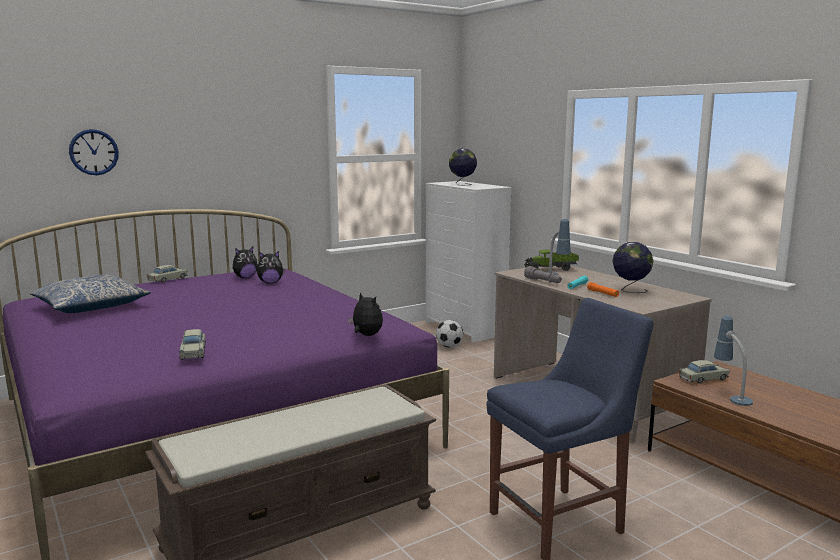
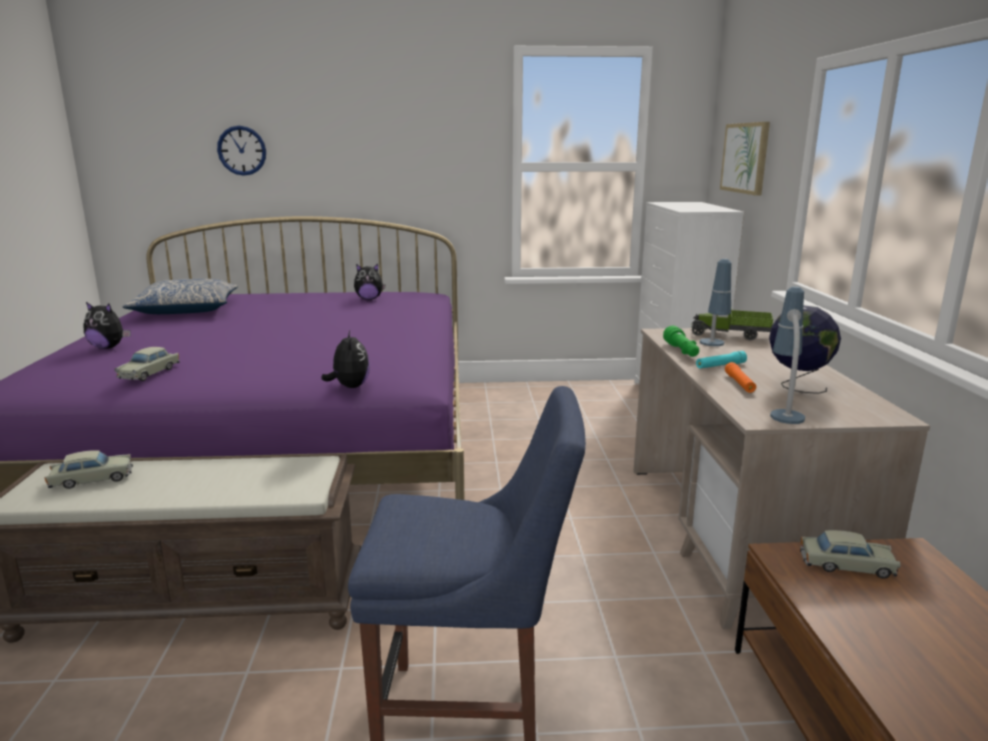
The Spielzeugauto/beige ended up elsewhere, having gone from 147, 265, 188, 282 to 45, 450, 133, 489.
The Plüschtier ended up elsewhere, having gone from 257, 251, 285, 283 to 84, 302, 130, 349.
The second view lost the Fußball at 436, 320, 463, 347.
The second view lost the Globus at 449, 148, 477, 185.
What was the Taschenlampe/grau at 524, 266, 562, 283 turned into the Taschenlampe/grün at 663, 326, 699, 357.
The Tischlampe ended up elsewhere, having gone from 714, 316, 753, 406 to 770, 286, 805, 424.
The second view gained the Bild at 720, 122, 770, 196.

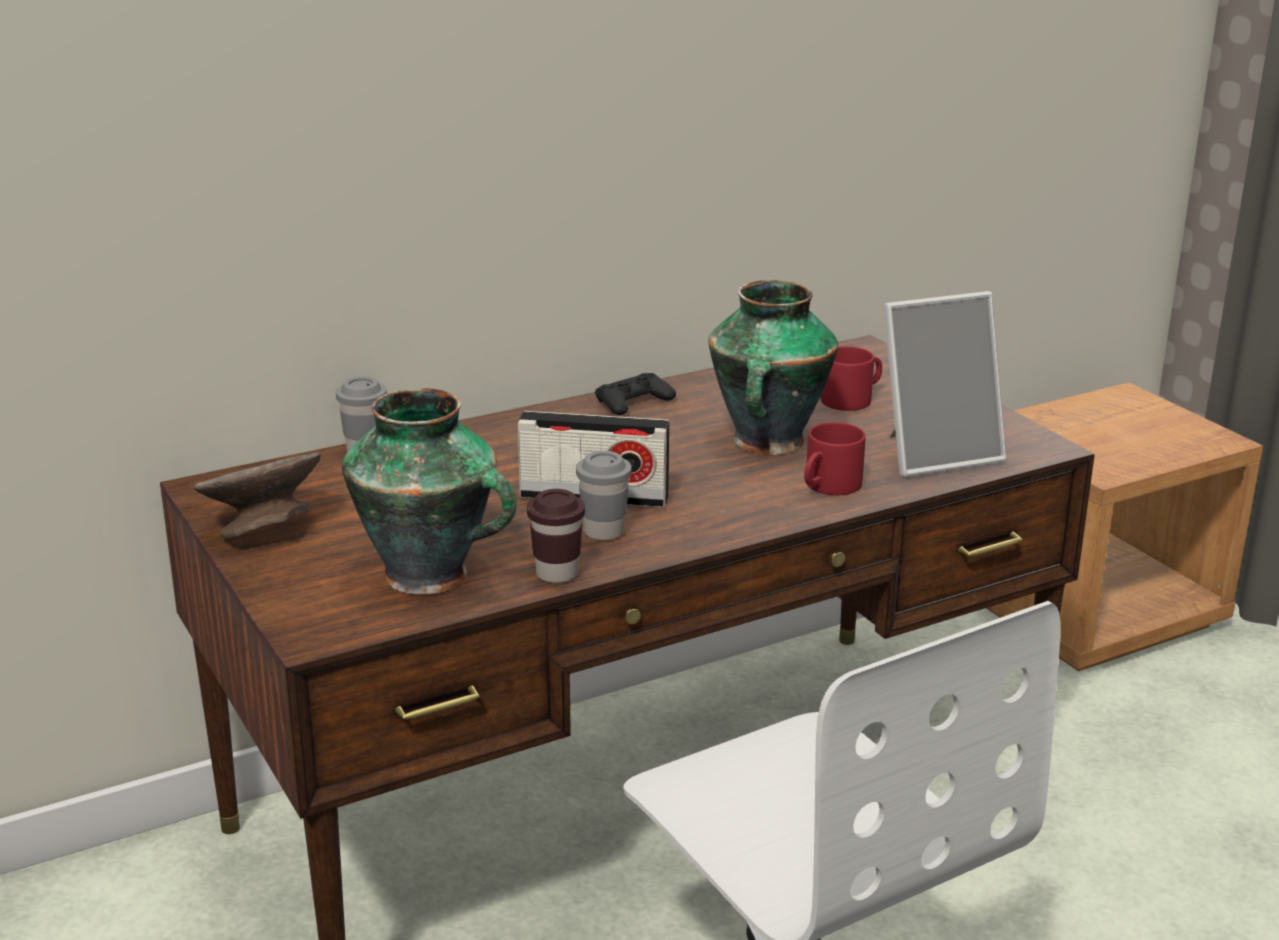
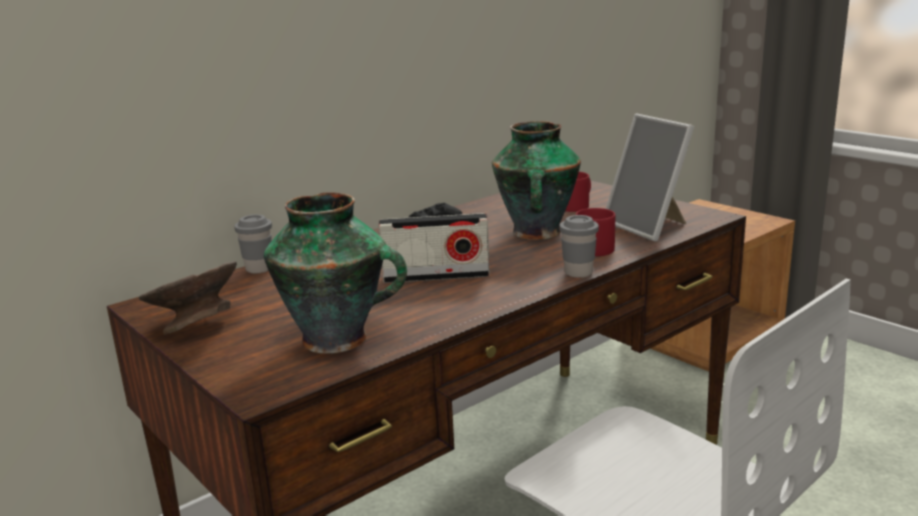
The second view lost the Tasse/braun at 527, 489, 585, 583.
The Tasse/grau ended up elsewhere, having gone from 576, 451, 631, 541 to 559, 215, 599, 278.
The Bilderrahmen at 884, 291, 1007, 477 ended up facing another way, 90 degrees clockwise from before.

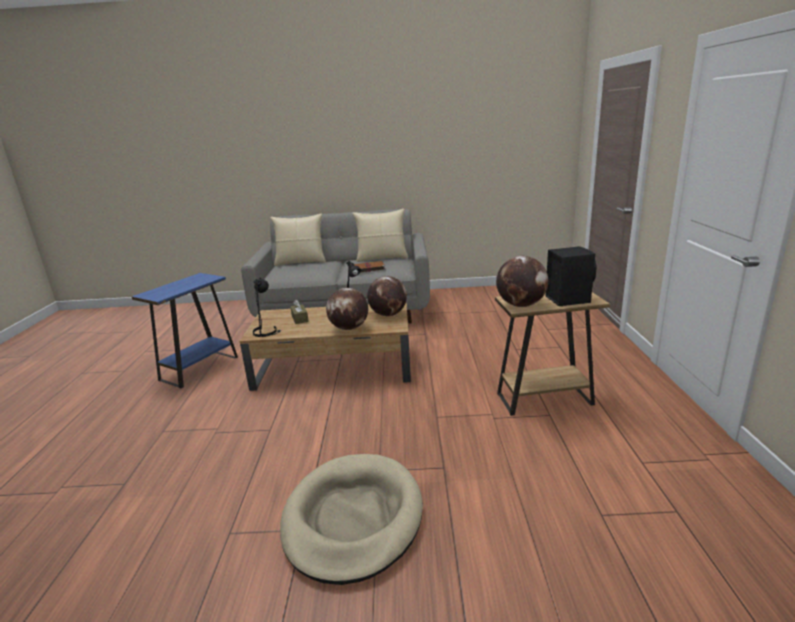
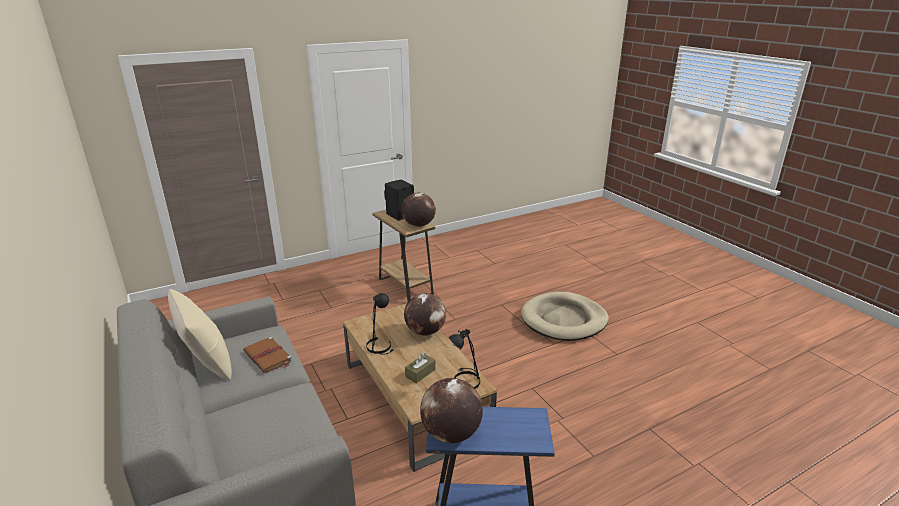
The second view lost the Kissen/beige at 270, 213, 326, 266.
The Globus ended up elsewhere, having gone from 367, 276, 407, 316 to 420, 378, 483, 443.

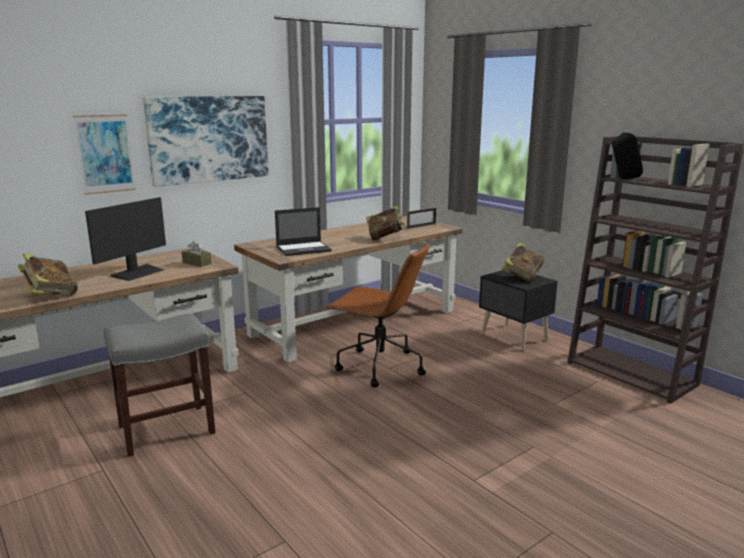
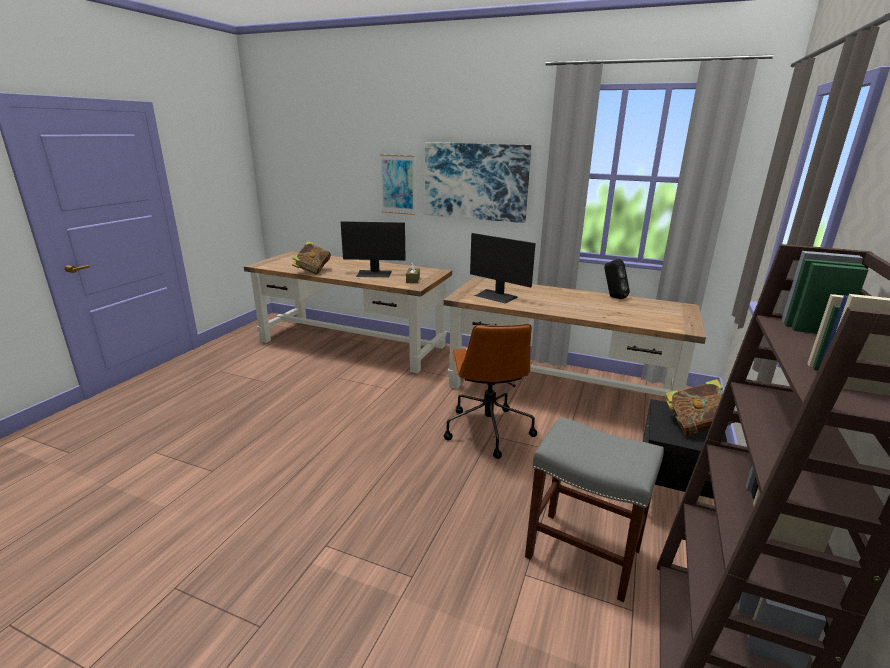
The Hocker/grau ended up elsewhere, having gone from 104, 313, 215, 457 to 525, 417, 664, 602.
Where the Laptop stood at 275, 207, 332, 256, the Monitor came to stand at 470, 233, 536, 304.
The second view lost the Buch at 366, 206, 405, 241.
The second view lost the Bilderrahmen at 407, 207, 436, 229.
The Lautsprecher/schwarz ended up elsewhere, having gone from 612, 132, 643, 179 to 604, 259, 630, 299.

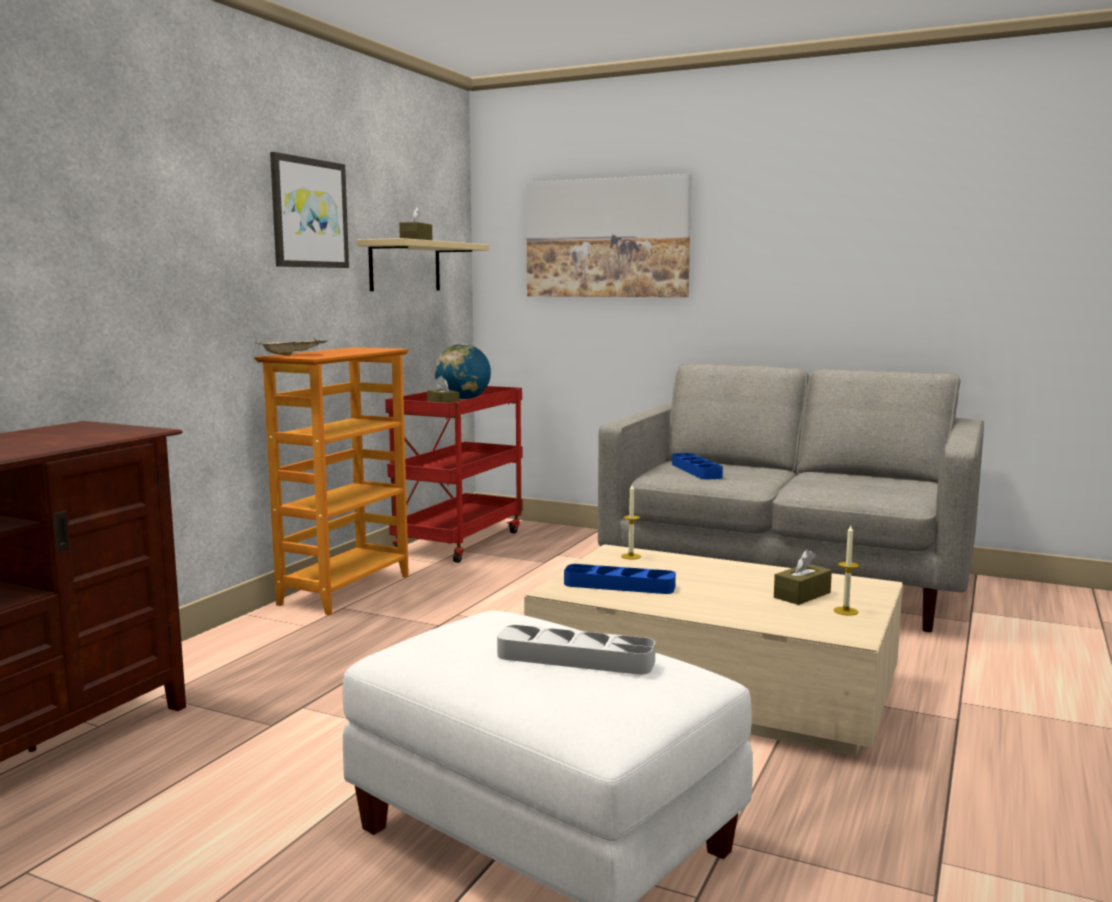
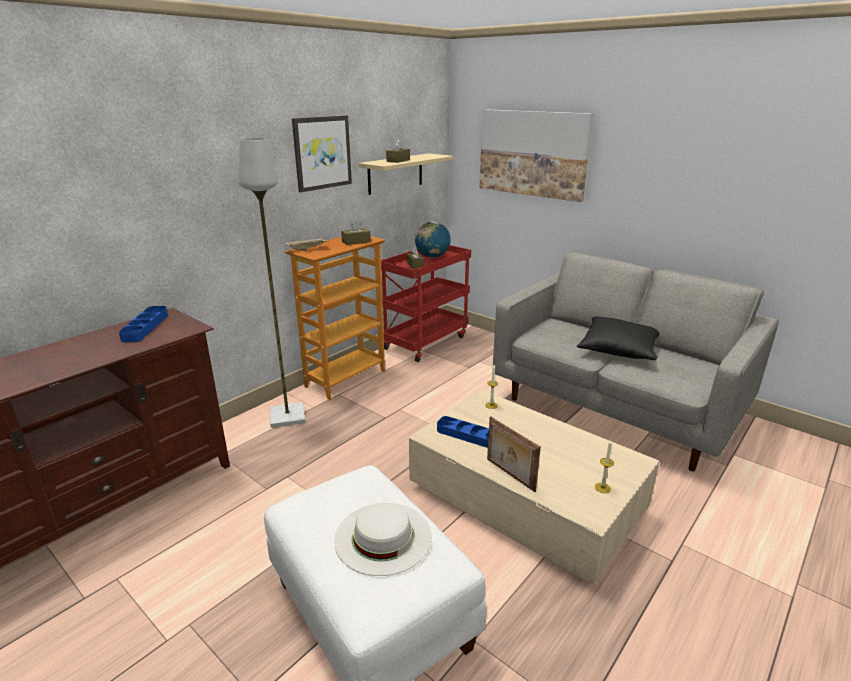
Where the Tablett/grau stood at 497, 625, 656, 675, the Hut/weiß came to stand at 334, 503, 432, 576.
The Tablett/blau ended up elsewhere, having gone from 672, 453, 723, 480 to 119, 306, 168, 342.
The Taschentuchbox/braun ended up elsewhere, having gone from 774, 549, 832, 605 to 341, 220, 371, 245.
The second view gained the Stehlampe/grau at 238, 138, 306, 428.
The second view gained the Bilderrahmen at 487, 416, 541, 492.
The second view gained the Kissen/schwarz at 577, 316, 659, 360.

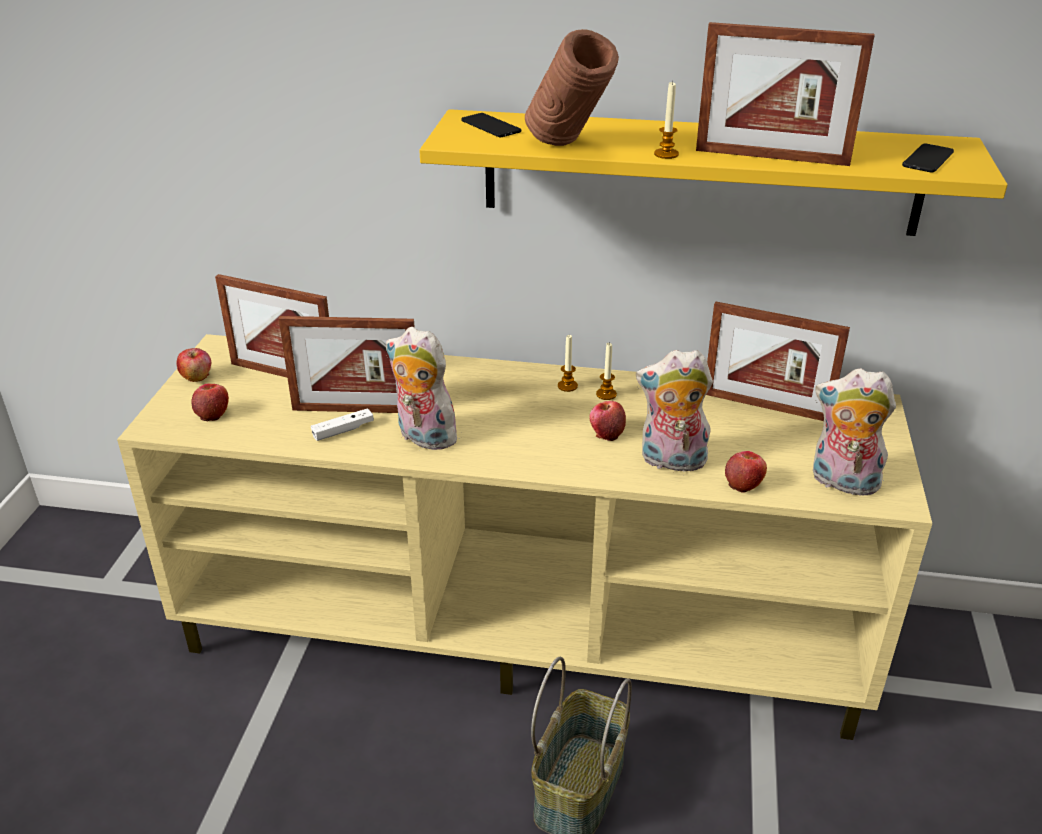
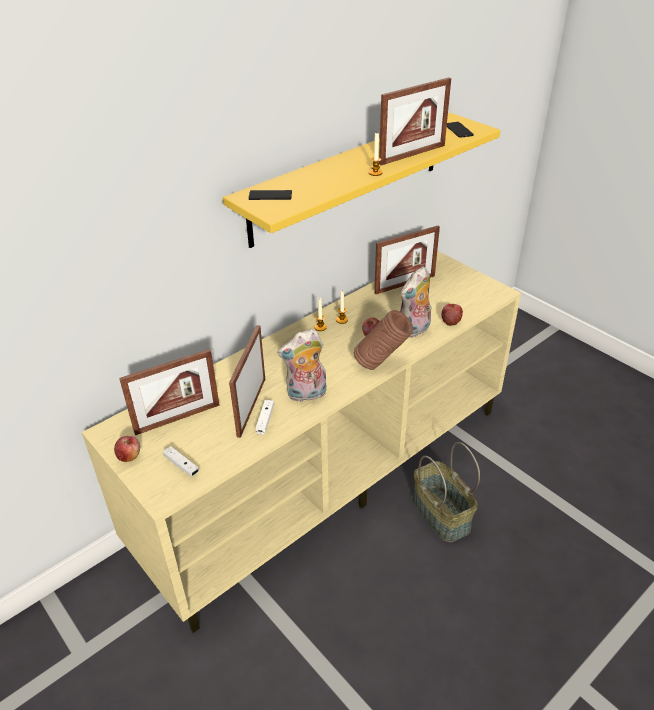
Where the Apfel stood at 191, 384, 229, 421, the Gamepad/weiß came to stand at 163, 446, 199, 477.
The Bilderrahmen at 279, 316, 415, 413 ended up facing another way, 150 degrees clockwise from before.
The Vase/braun ended up elsewhere, having gone from 525, 29, 619, 146 to 354, 310, 413, 370.
The second view lost the Plüschtier at 813, 368, 896, 496.

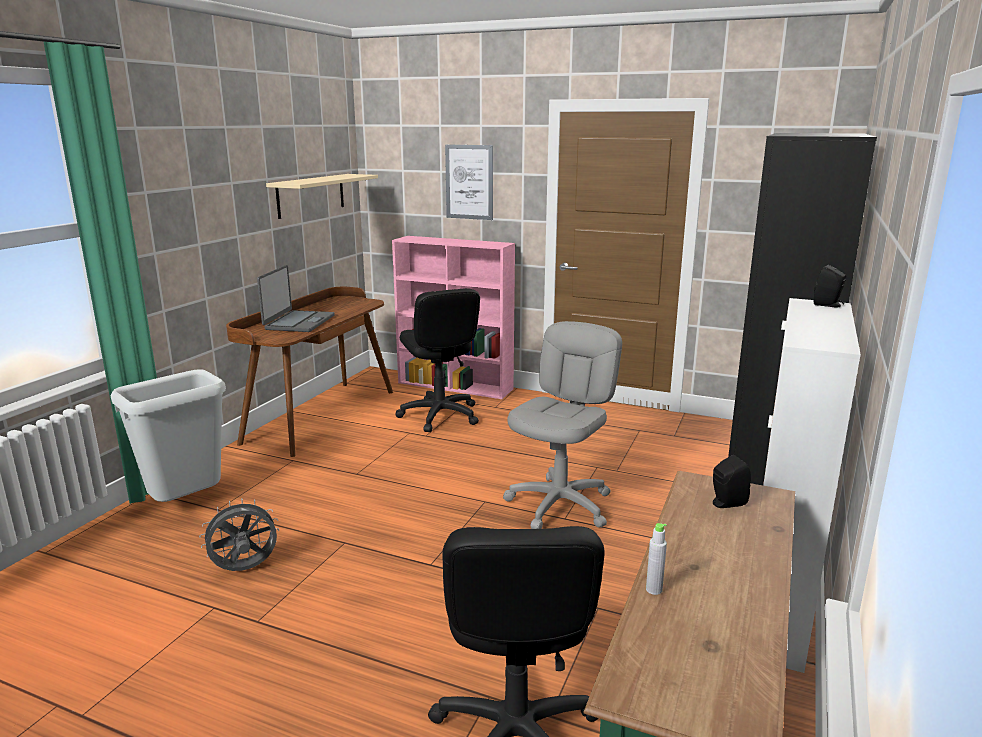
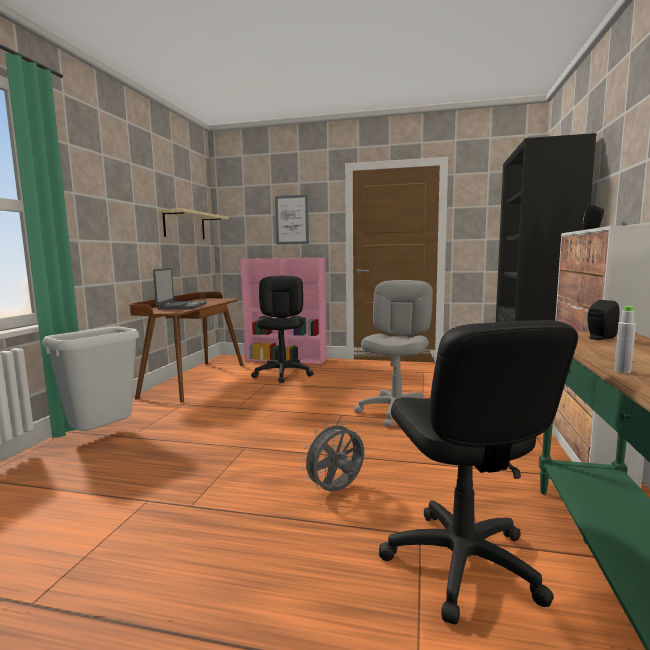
The Ventilator/grau ended up elsewhere, having gone from 199, 498, 279, 571 to 301, 421, 364, 492.
The Bürostuhl/schwarz at 395, 288, 480, 432 ended up facing another way, 150 degrees counterclockwise from before.

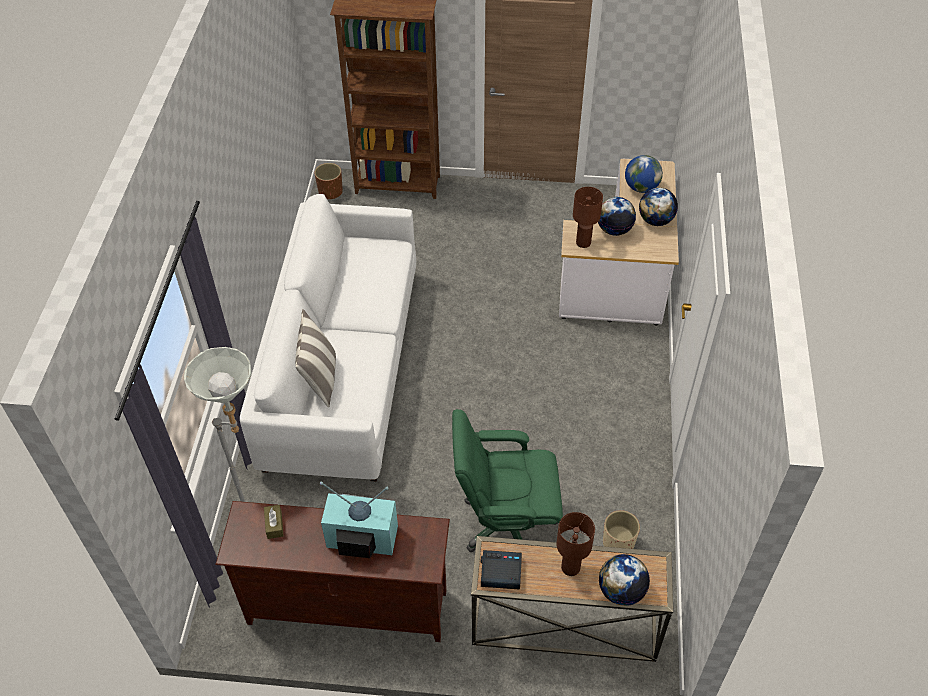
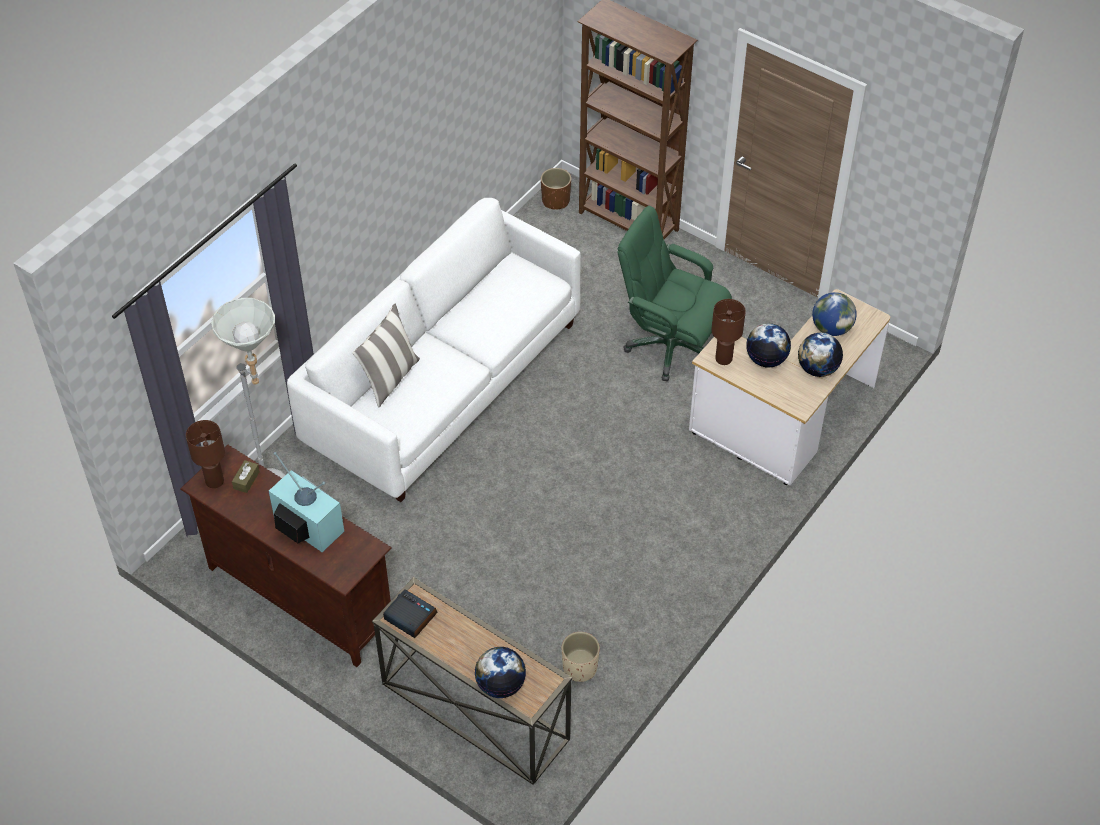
The Bürostuhl/grün ended up elsewhere, having gone from 452, 409, 563, 552 to 617, 206, 732, 381.
The Tischlampe/braun ended up elsewhere, having gone from 556, 512, 595, 576 to 186, 420, 225, 488.

